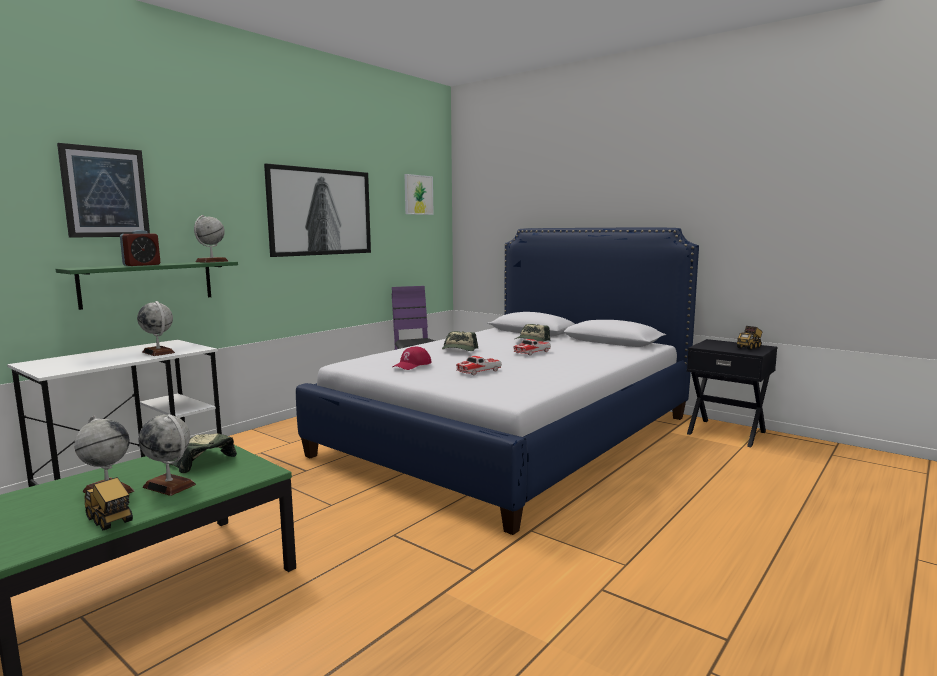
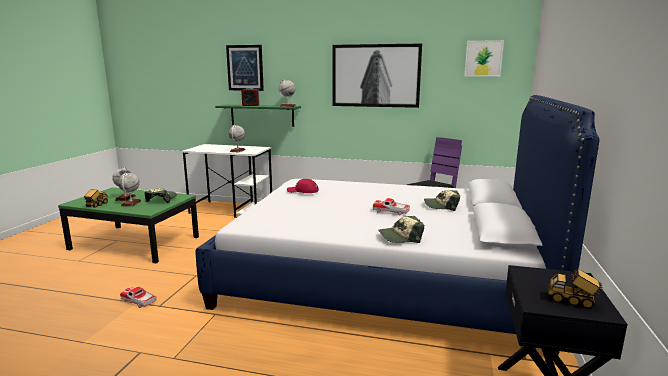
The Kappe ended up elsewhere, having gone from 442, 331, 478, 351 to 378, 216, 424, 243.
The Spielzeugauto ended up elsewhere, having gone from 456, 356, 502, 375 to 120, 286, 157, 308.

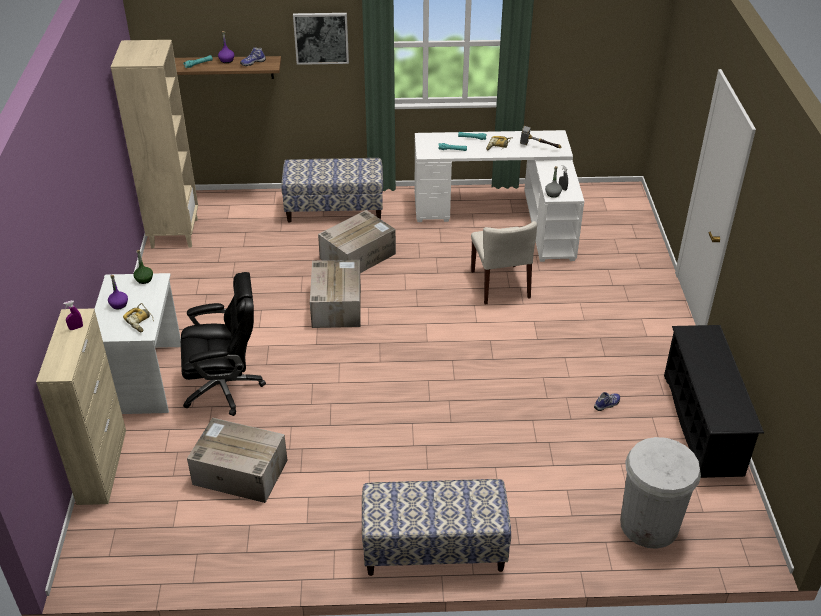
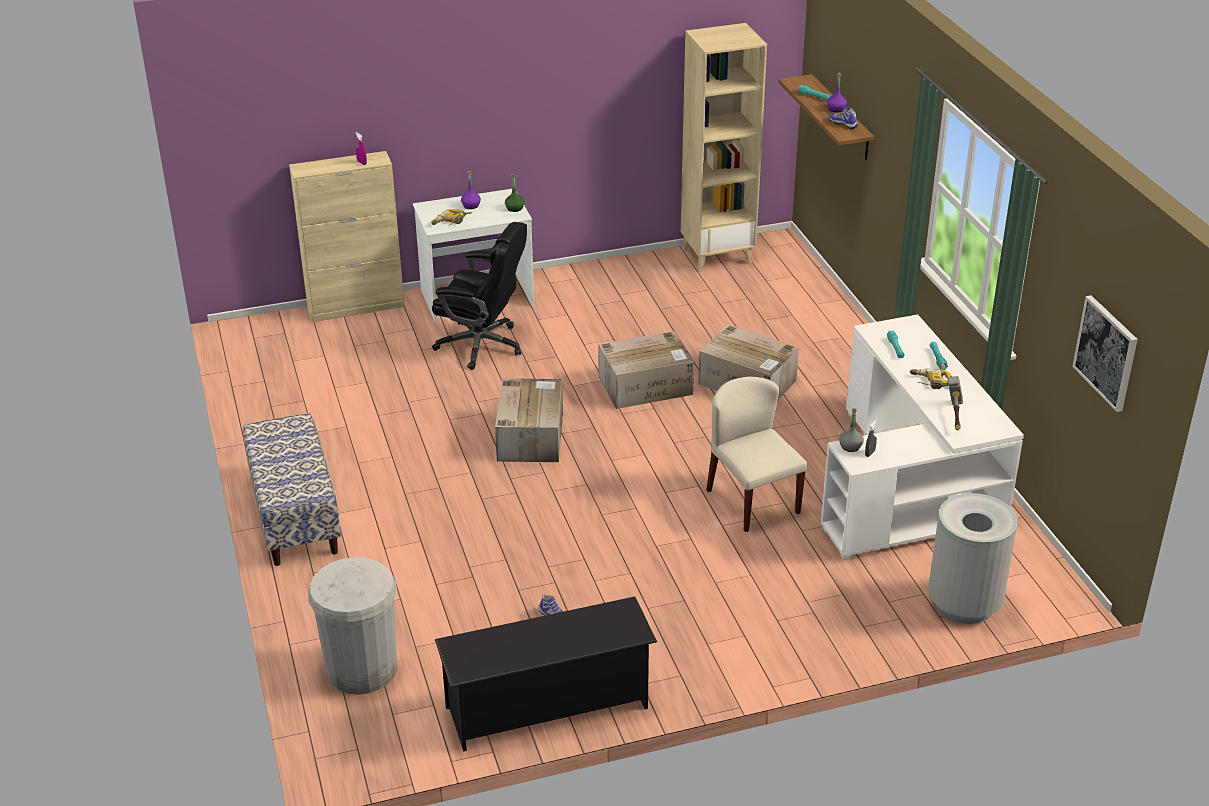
The Bürostuhl/schwarz at 181, 272, 266, 416 ended up facing another way, 45 degrees counterclockwise from before.
The Karton ended up elsewhere, having gone from 187, 418, 288, 503 to 495, 378, 563, 462.
The second view lost the Bank at 281, 158, 383, 222.
The Bild ended up elsewhere, having gone from 293, 13, 349, 65 to 1072, 295, 1138, 412.
The Stuhl/beige at 471, 221, 537, 305 ended up facing another way, 90 degrees clockwise from before.
The second view gained the Mülleimer/grau at 928, 493, 1018, 624.

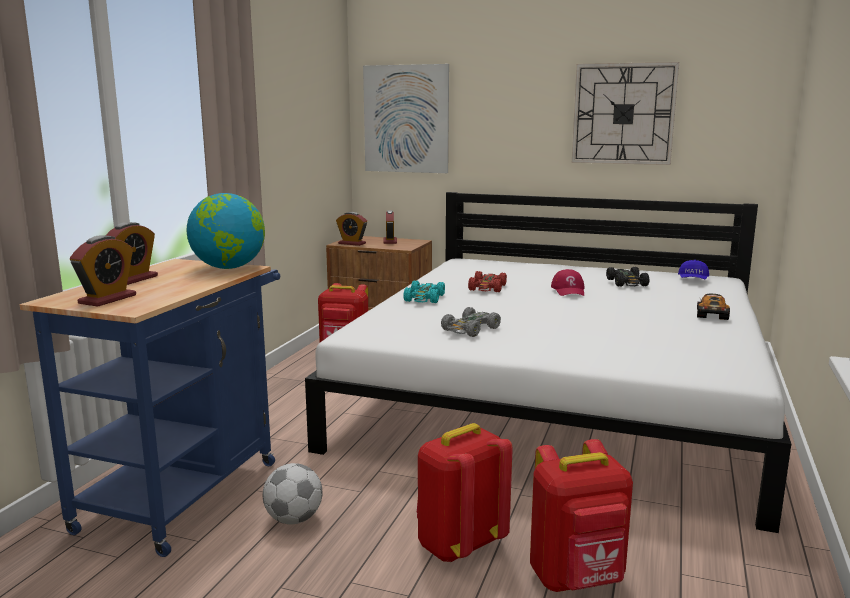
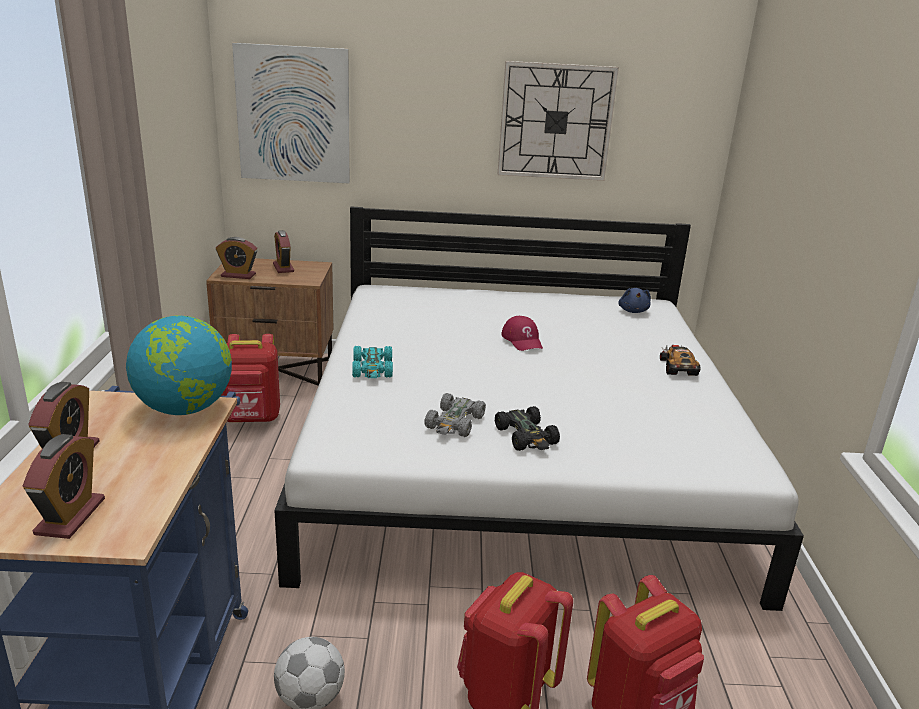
The second view lost the Spielzeugauto/rot at 468, 271, 507, 292.
The Spielzeugauto/schwarz ended up elsewhere, having gone from 606, 267, 650, 287 to 495, 406, 560, 451.
Where the Kappe/blau stood at 678, 260, 709, 279, the Plüschtier/blau came to stand at 618, 288, 651, 313.

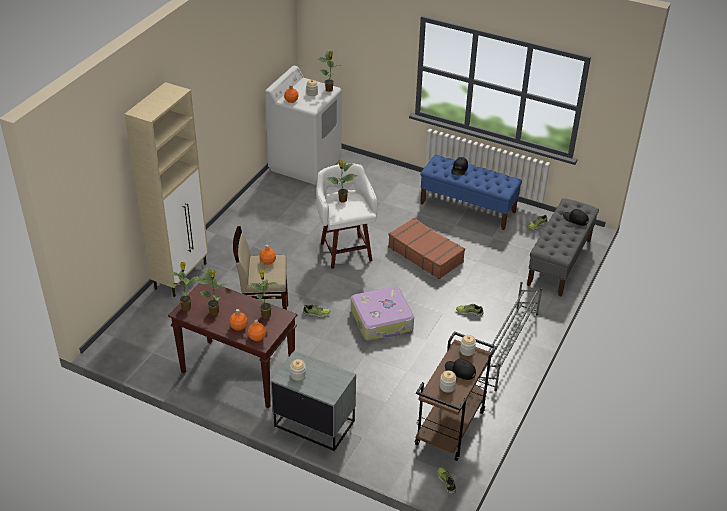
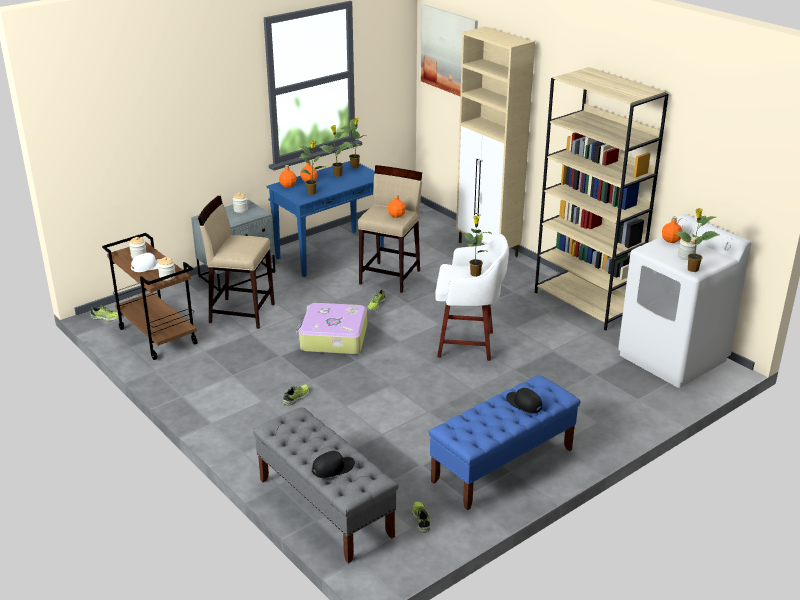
What was the Konsolentisch/braun at 168, 283, 297, 408 turned into the Konsolentisch/blau at 266, 161, 384, 277.
The second view lost the Koffer/braun at 388, 218, 465, 279.
What was the Kappe/schwarz at 445, 359, 476, 380 turned into the Kappe/weiß at 131, 253, 160, 272.
The second view lost the Schuhregal/grau at 478, 282, 542, 391.
The second view gained the Hocker/beige at 198, 196, 275, 329.
The second view gained the Bild at 421, 4, 478, 96.
The second view gained the Bücherregal/beige at 535, 67, 669, 330.

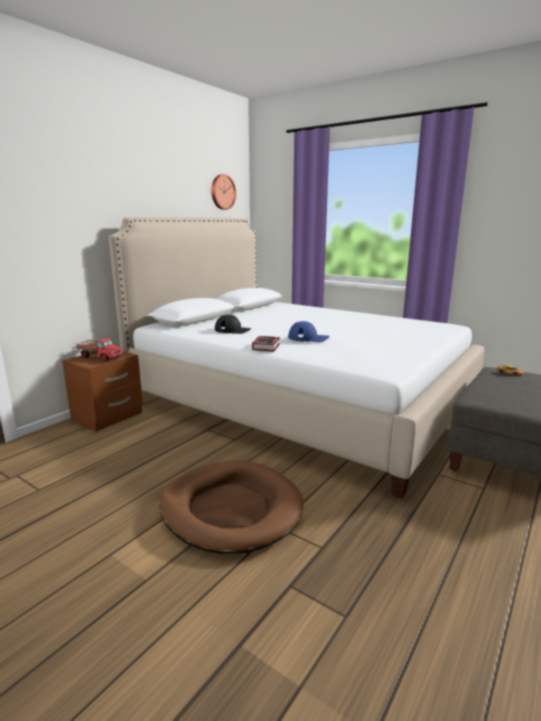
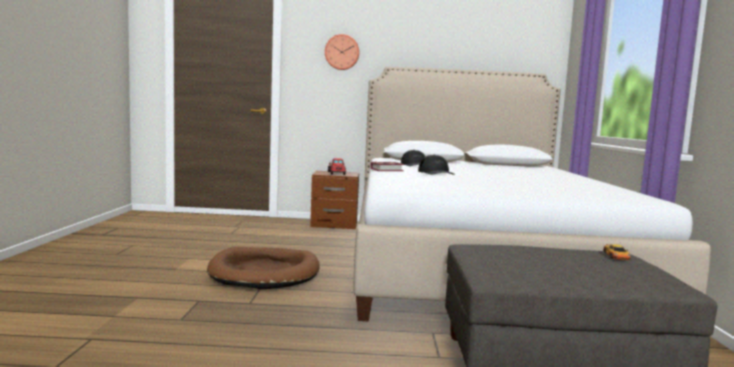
The Wanduhr ended up elsewhere, having gone from 211, 174, 236, 210 to 325, 34, 359, 70.
What was the Kappe/blau at 288, 321, 330, 342 turned into the Kappe/schwarz at 418, 155, 455, 175.

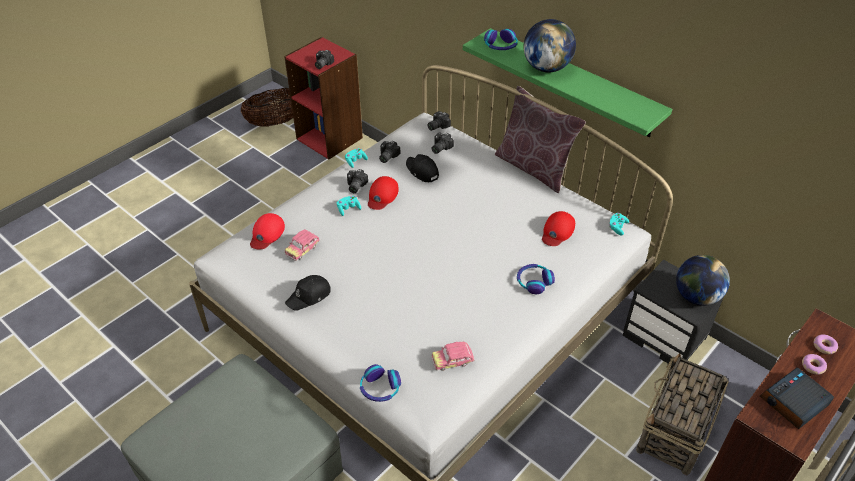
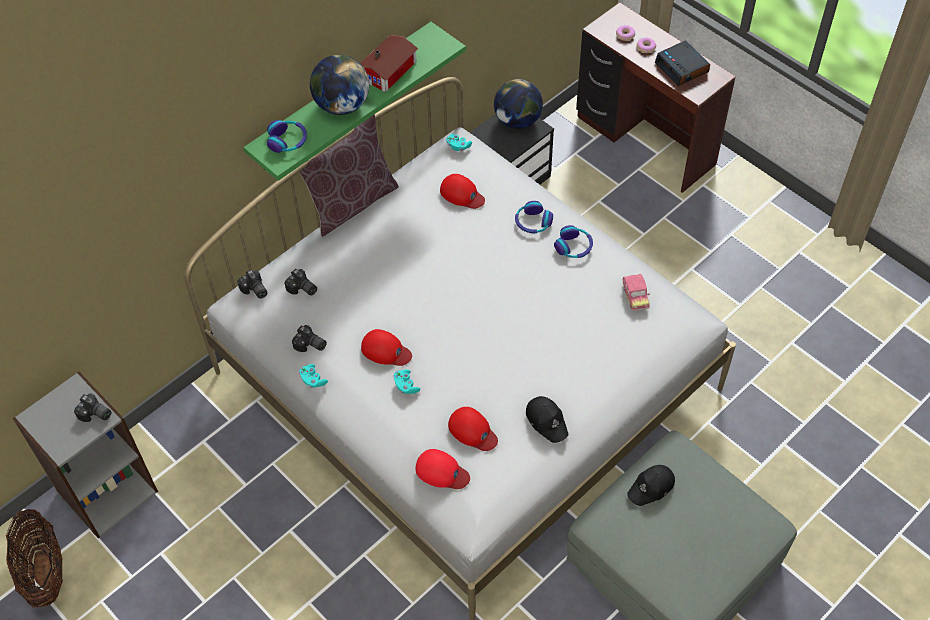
What was the Bücherregal/rot at 284, 37, 363, 160 turned into the Bücherregal/grau at 13, 371, 158, 538.
Where the Spielzeugauto stood at 285, 230, 320, 261, the Kappe/rot came to stand at 448, 407, 498, 451.
The second view lost the Kamera at 347, 169, 368, 193.
The Kopfhörer ended up elsewhere, having gone from 360, 364, 401, 402 to 554, 225, 593, 258.
The Kappe/schwarz ended up elsewhere, having gone from 406, 154, 439, 182 to 627, 465, 675, 506.
The second view lost the Korb at 636, 353, 728, 476.
The second view gained the Spielzeughaus at 360, 35, 419, 92.

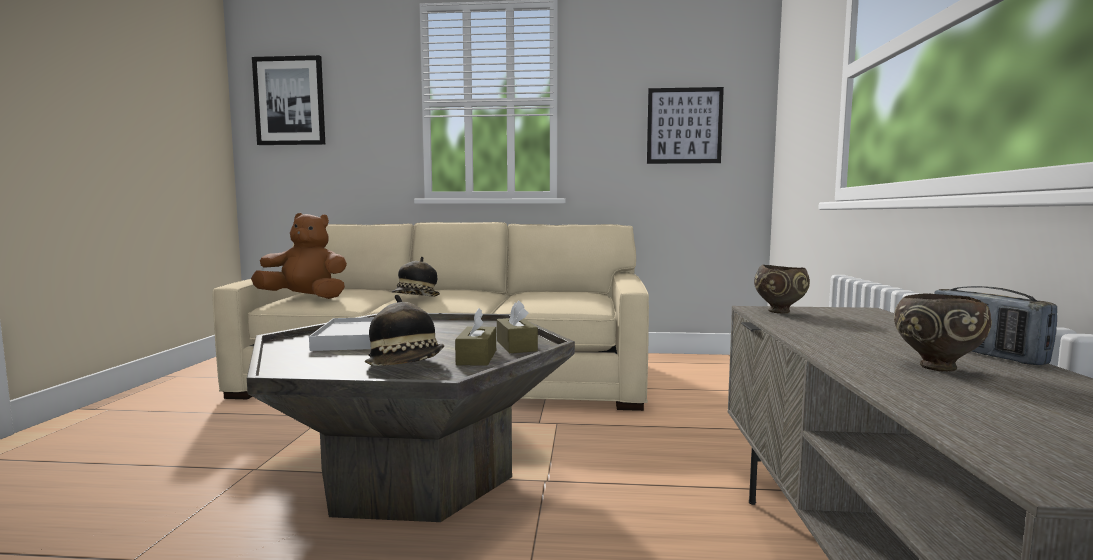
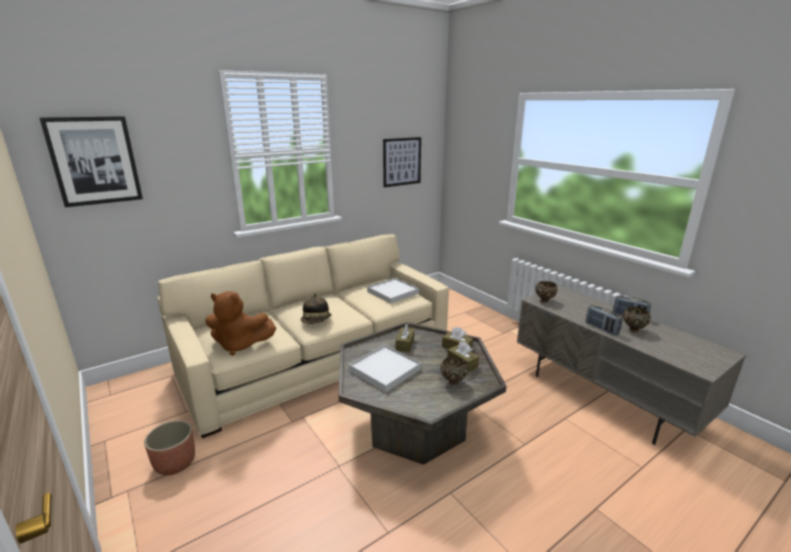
The Plüschtier/braun at 251, 213, 347, 299 ended up facing another way, 135 degrees counterclockwise from before.
Where the Hut stood at 365, 295, 444, 366, the Schüssel/braun came to stand at 440, 356, 468, 386.
The second view gained the Pflanzkübel at 144, 420, 195, 475.
The second view gained the Tablett/weiß at 367, 278, 419, 304.
The second view gained the Taschentuchbox/braun at 396, 324, 414, 352.
The second view gained the Radio at 586, 305, 623, 335.

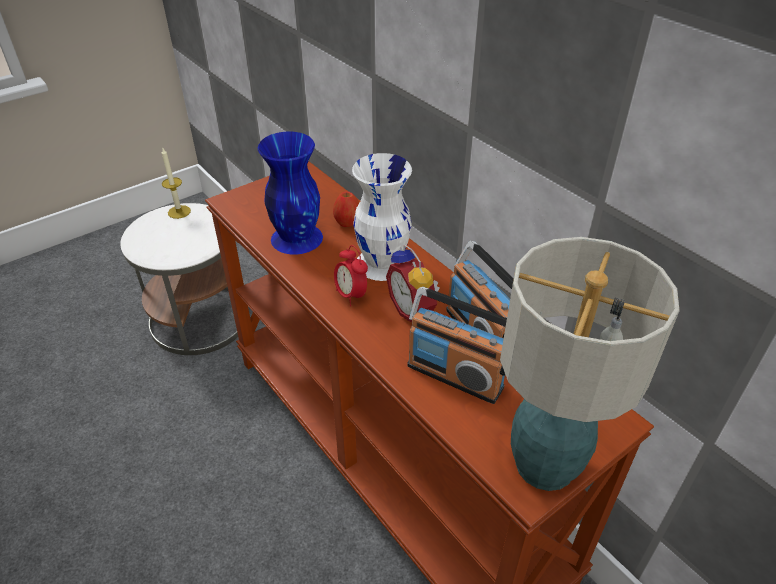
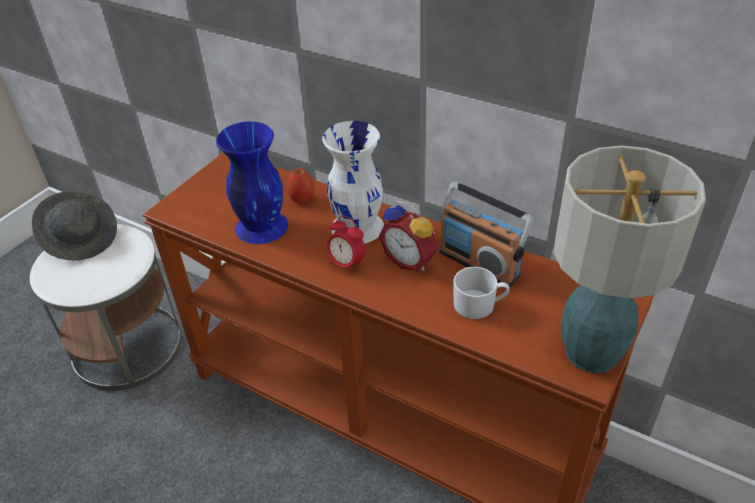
Where the Kerze stood at 162, 148, 191, 219, the Hut/grau came to stand at 32, 191, 117, 261.
Where the Radio stood at 407, 287, 507, 404, the Henkelbecher/weiß came to stand at 453, 267, 509, 319.

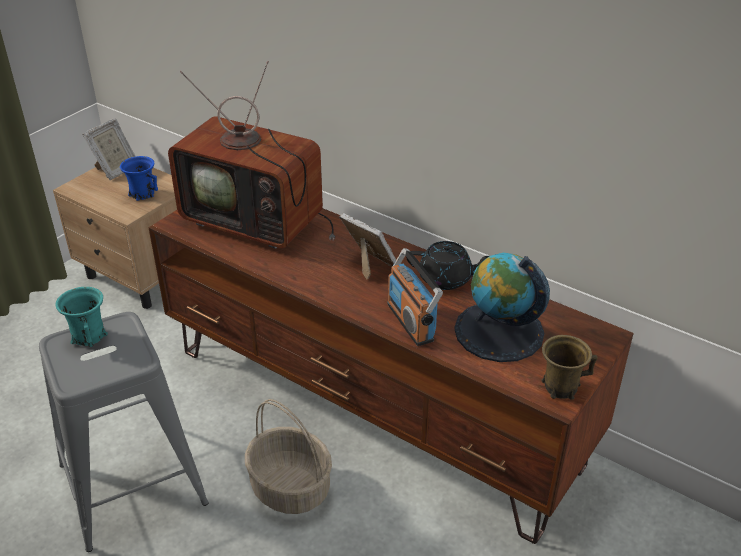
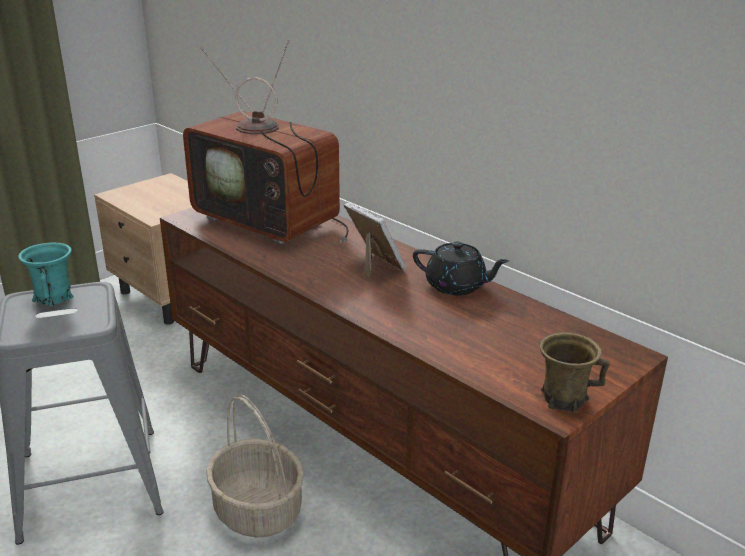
The second view lost the Bilderrahmen at 82, 118, 136, 180.
The second view lost the Henkelbecher/blau at 120, 156, 158, 201.
The second view lost the Radio at 387, 248, 443, 346.
The second view lost the Globus at 454, 253, 550, 362.

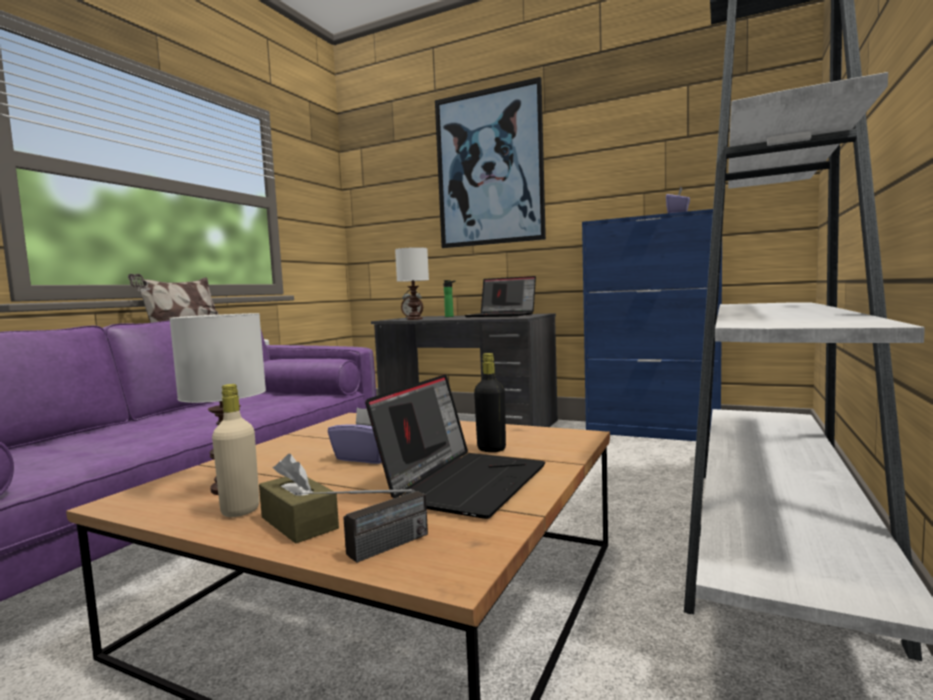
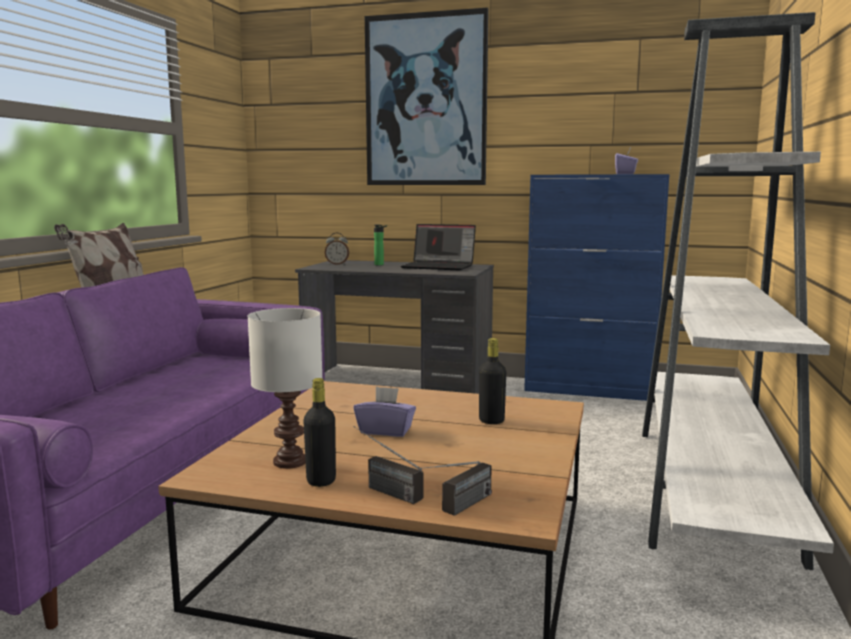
What was the Flasche/beige at 212, 384, 259, 517 turned into the Flasche/schwarz at 303, 378, 336, 487.
Where the Taschentuchbox/braun stood at 259, 454, 339, 543, the Radio came to stand at 354, 426, 423, 504.
The second view lost the Laptop at 365, 374, 545, 519.
The second view lost the Tischlampe/weiß at 395, 247, 429, 320.

